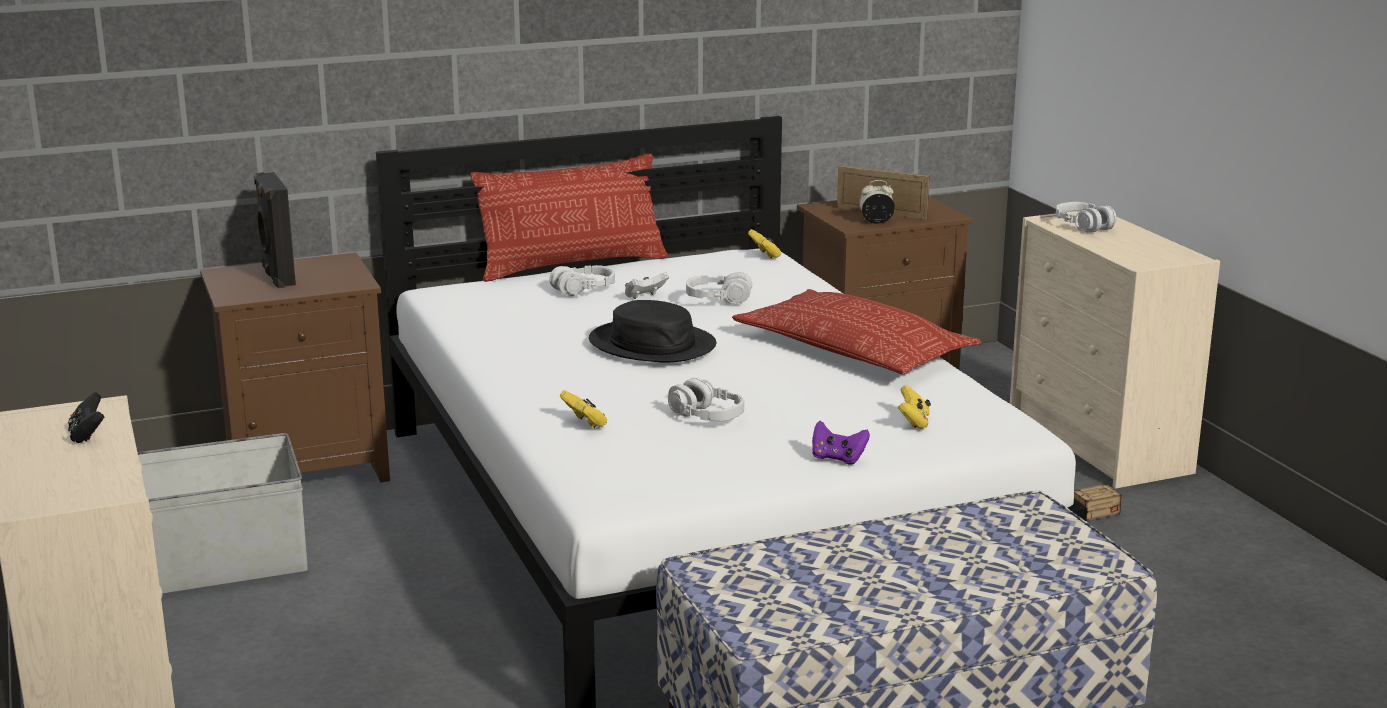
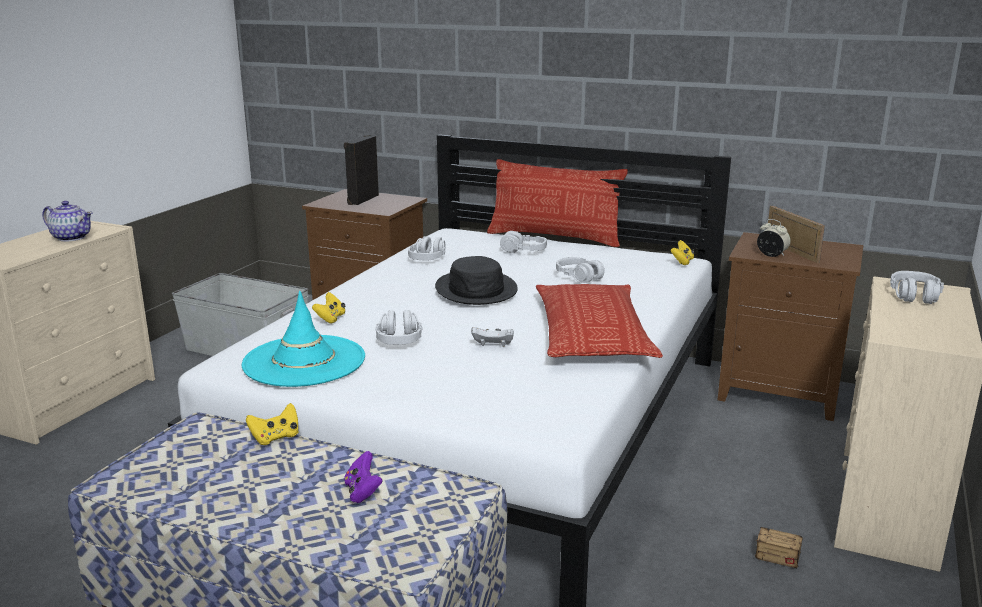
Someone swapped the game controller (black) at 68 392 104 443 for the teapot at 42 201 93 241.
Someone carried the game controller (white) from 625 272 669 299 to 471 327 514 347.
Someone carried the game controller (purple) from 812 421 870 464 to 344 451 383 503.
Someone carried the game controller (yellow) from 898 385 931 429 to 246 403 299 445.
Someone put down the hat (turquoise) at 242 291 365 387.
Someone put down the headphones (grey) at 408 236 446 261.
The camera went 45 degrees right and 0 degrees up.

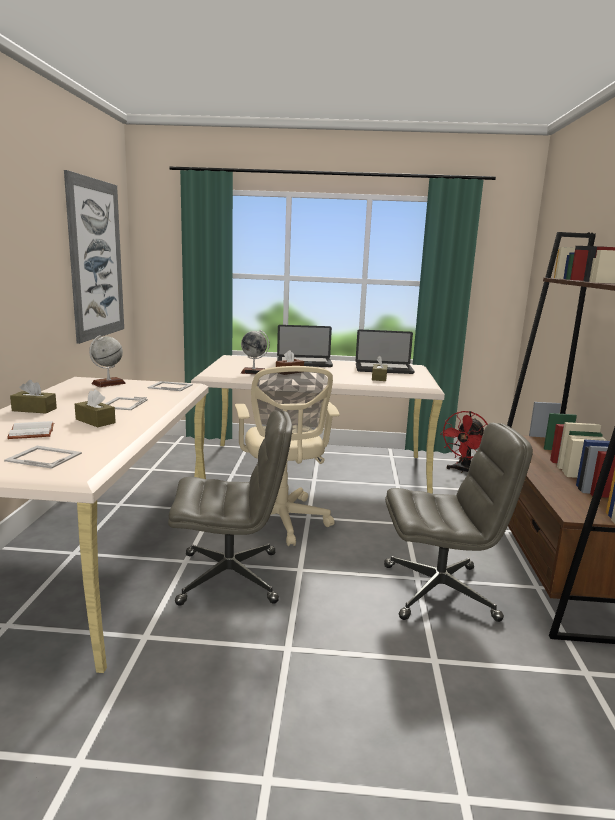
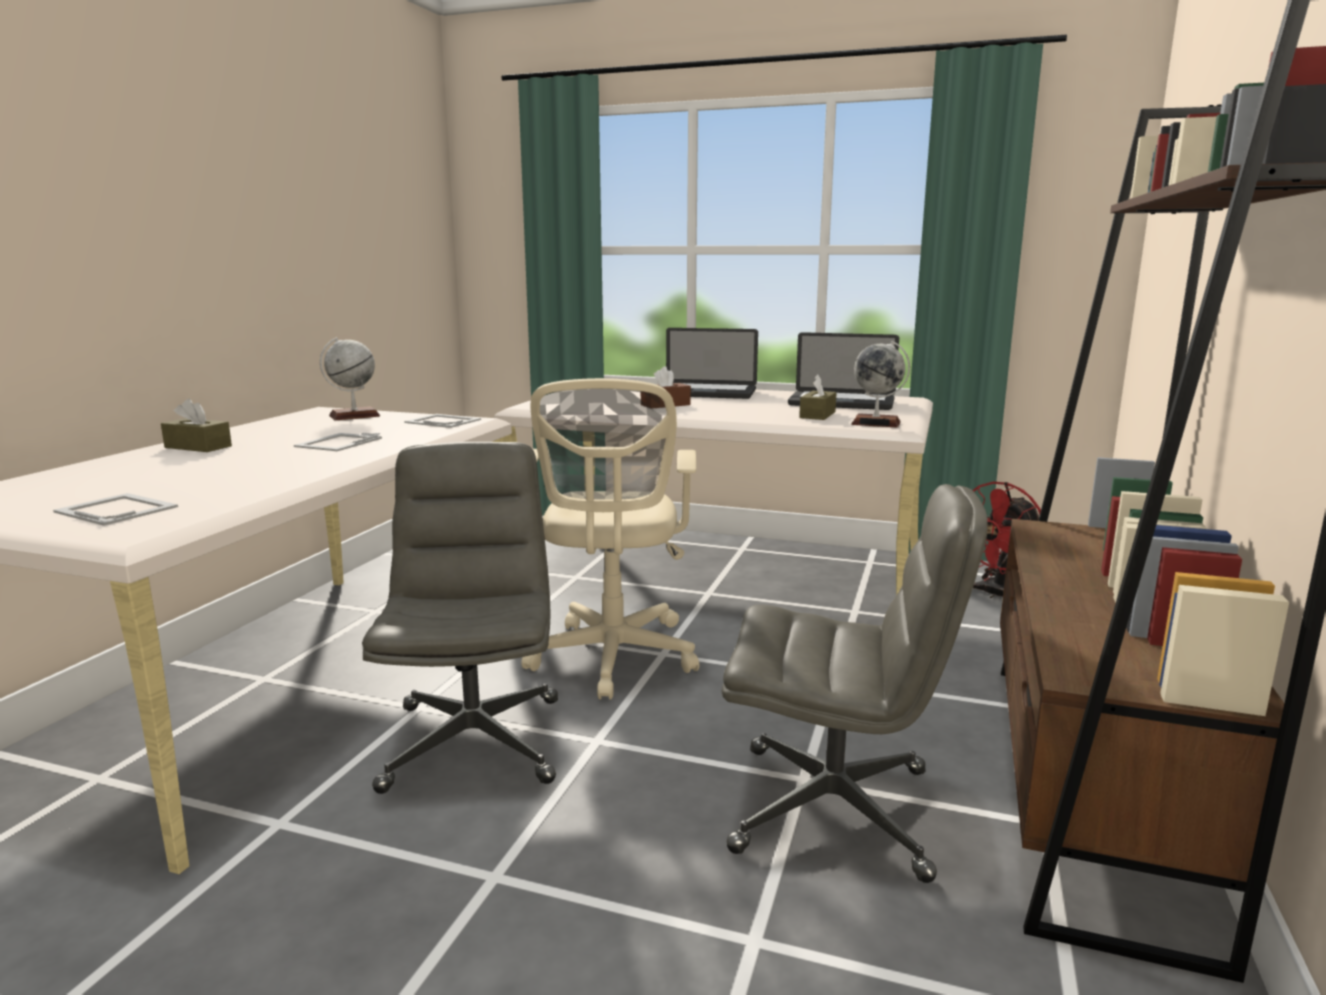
Someone took away the book (white) at 7 421 54 439.
Someone took away the picture at 64 170 124 344.
Someone took away the tissue box (brown) at 75 389 116 427.
Someone rotated the office chair (grey) at 168 410 292 606 by 105 degrees counterclockwise.
Someone carried the globe from 241 330 270 374 to 851 341 910 428.
The camera went 15 degrees right and 0 degrees up.

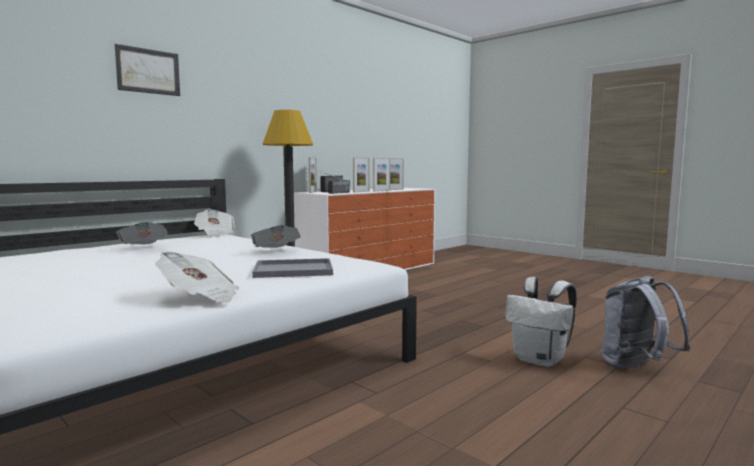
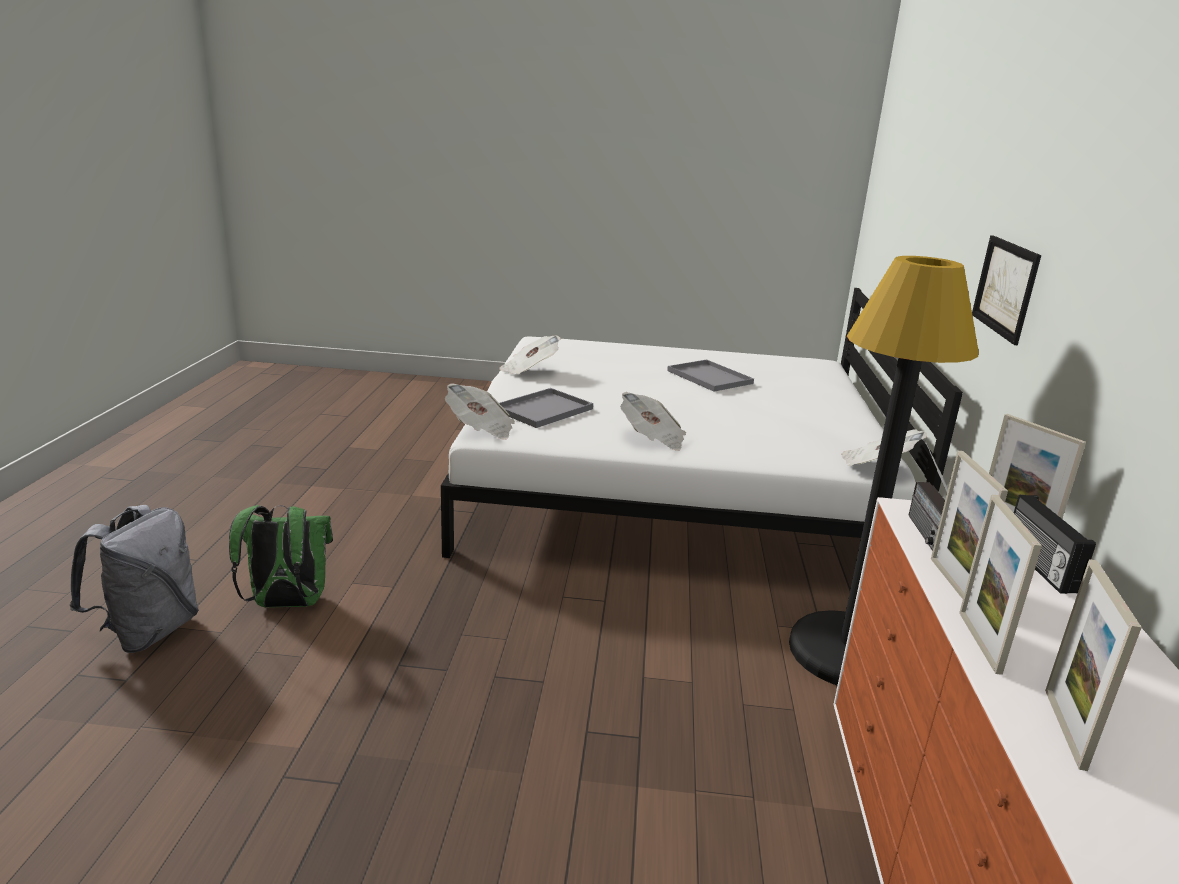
Someone carried the picture from 115 44 180 96 to 972 235 1041 345.
Someone carried the newspaper from 116 222 168 244 to 445 383 515 440.
Someone repainted the backpack (white) at 505 277 577 367, which became the backpack (green) at 229 505 333 608.
Someone put down the tray (grey) at 667 359 754 392.
The camera went 140 degrees right and 15 degrees up.

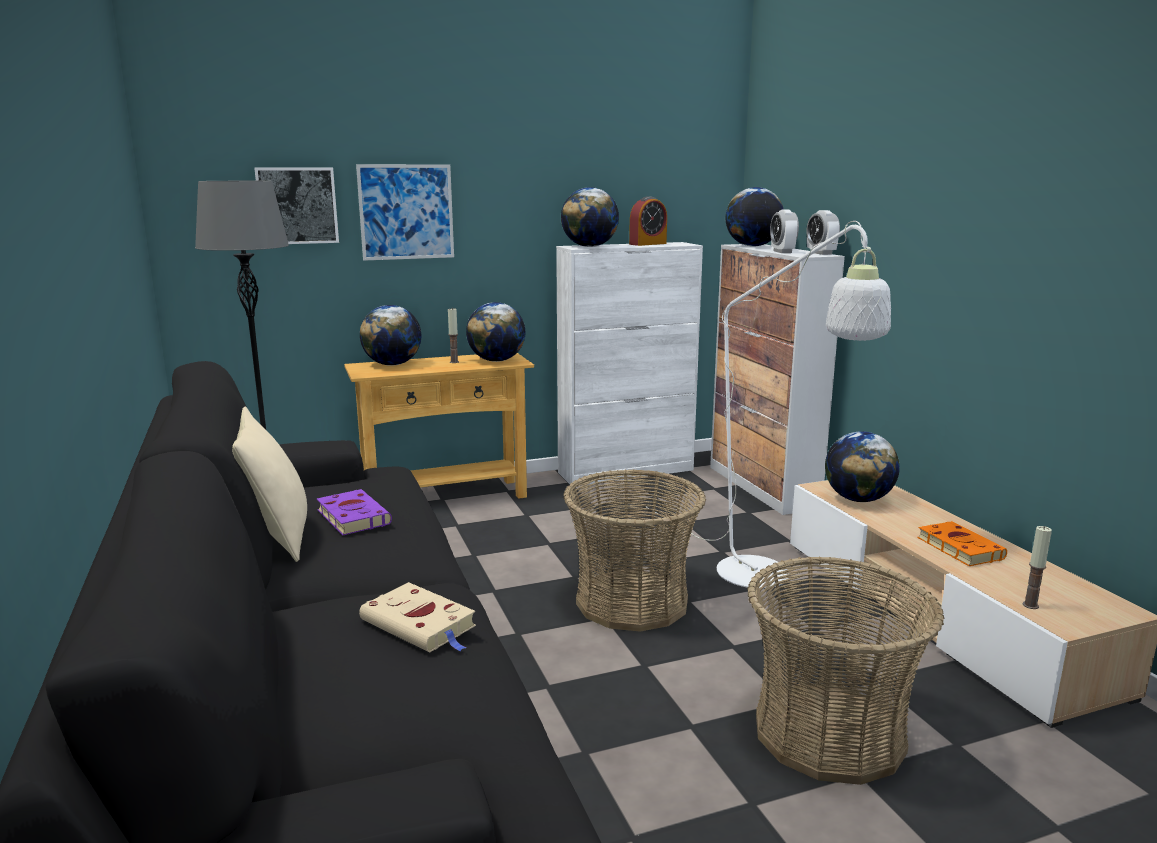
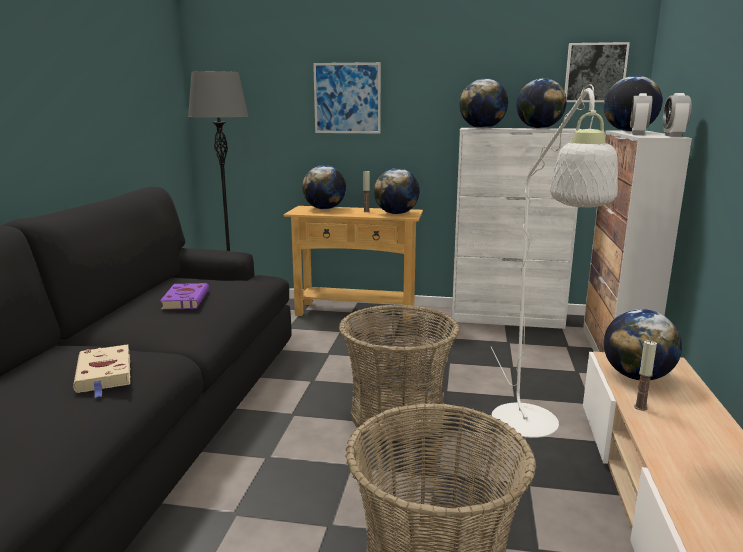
Someone took away the pillow (beige) at 232 406 307 562.
Someone carried the picture from 254 167 339 244 to 564 42 630 102.
Someone swapped the alarm clock at 629 196 667 246 for the globe at 517 78 567 129.
Someone took away the book (orange) at 917 521 1007 566.
Someone carried the candle from 1023 526 1052 609 to 634 340 657 411.
The camera went 30 degrees right and 0 degrees up.

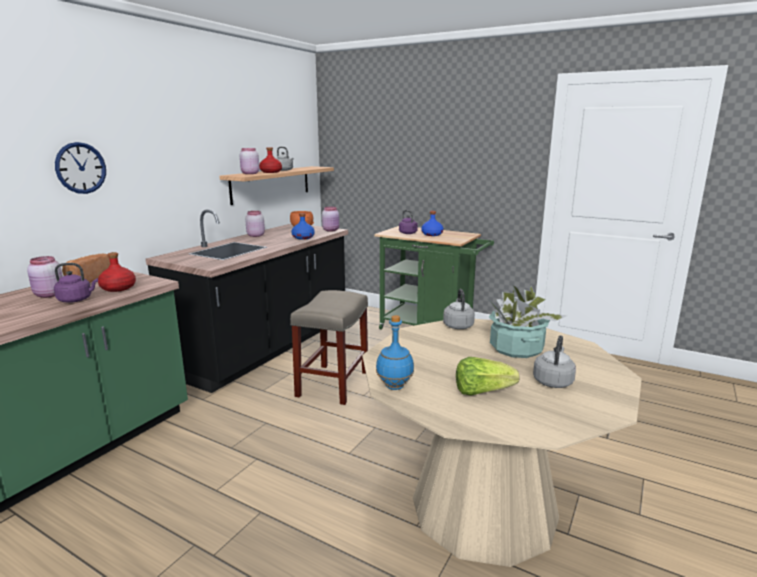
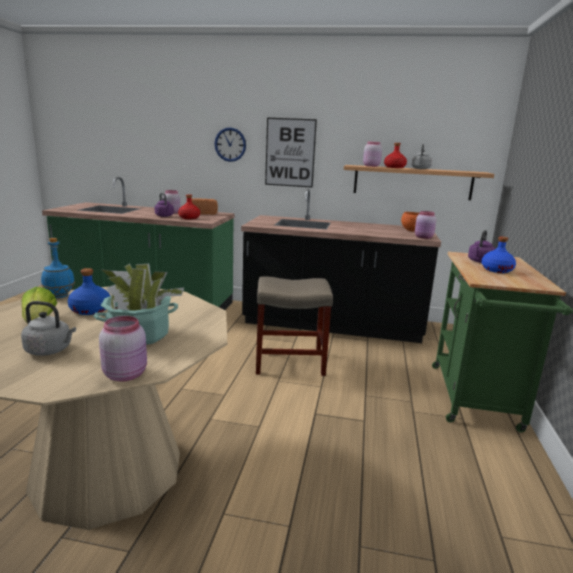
Someone carried the jar (pink) from 245 211 265 237 to 99 316 147 382.
Someone carried the bottle (blue) from 291 213 315 240 to 68 268 110 315.
Someone took away the kettle (grey) at 443 289 475 329.
Someone put up the picture at 265 118 317 188.
The camera went 70 degrees right and 0 degrees up.

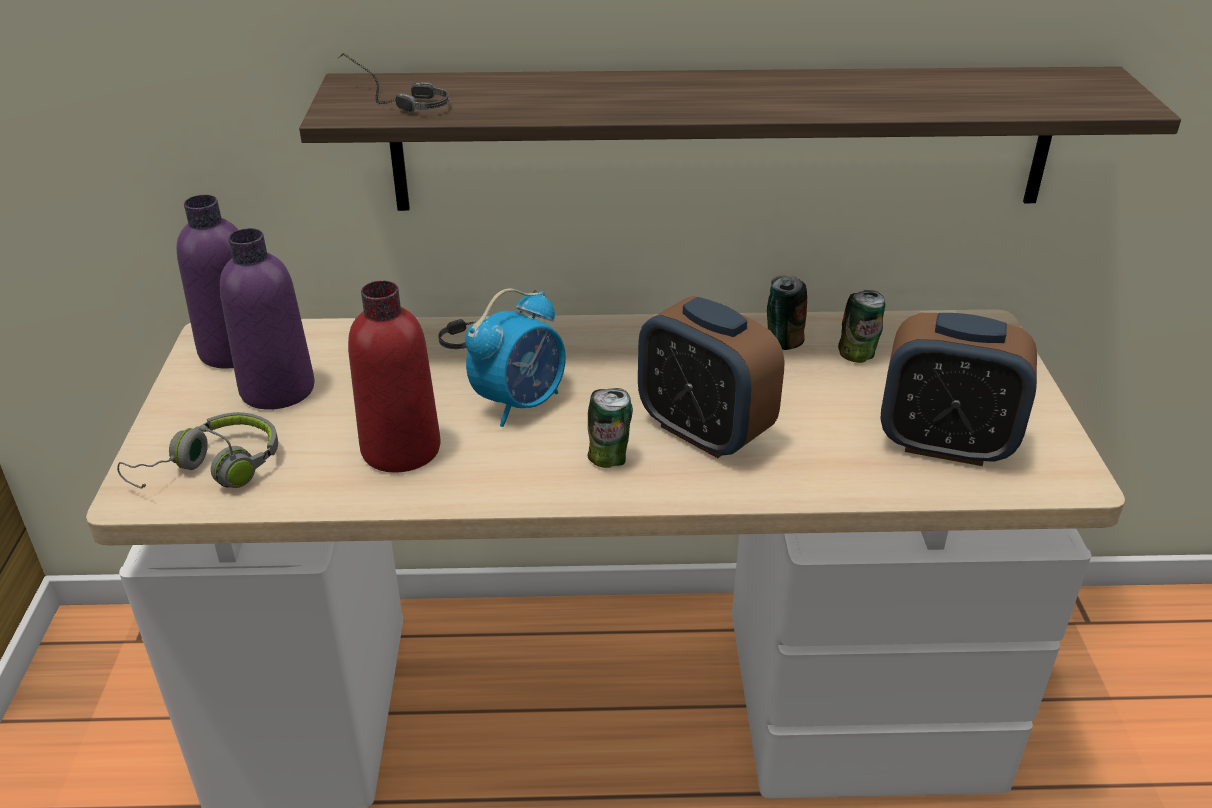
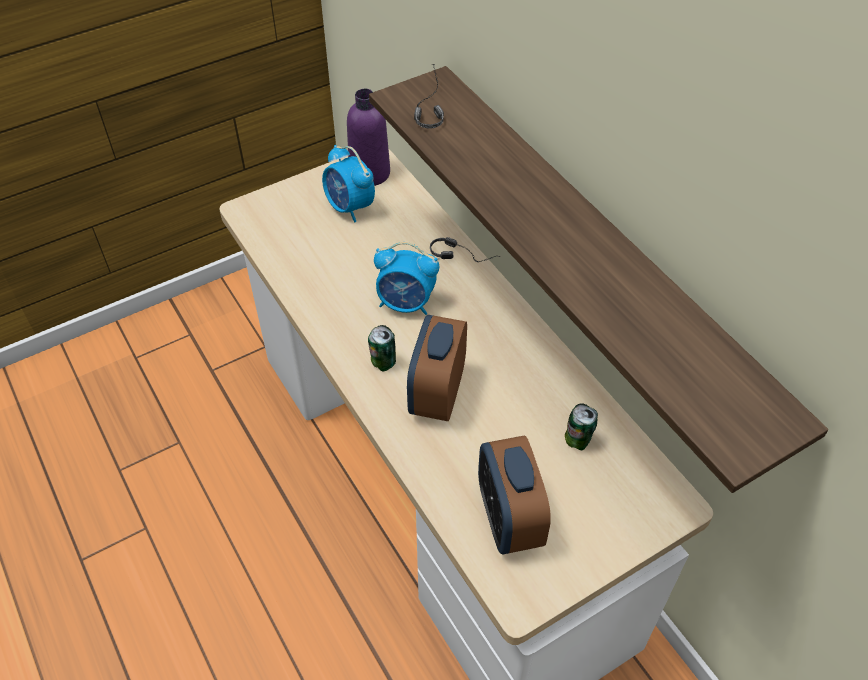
Someone took away the headphones (grey) at 117 412 278 489.
Someone swapped the bottle (purple) at 220 228 315 410 for the alarm clock at 322 145 375 222.
Someone took away the bottle (red) at 348 281 441 473.
Someone took away the can at 767 276 807 350.
The camera went 60 degrees right and 15 degrees up.

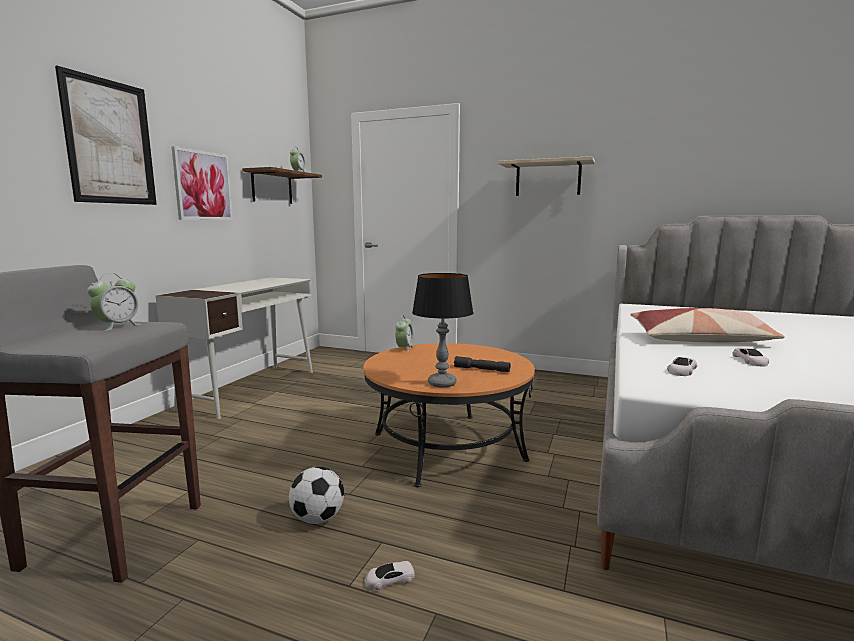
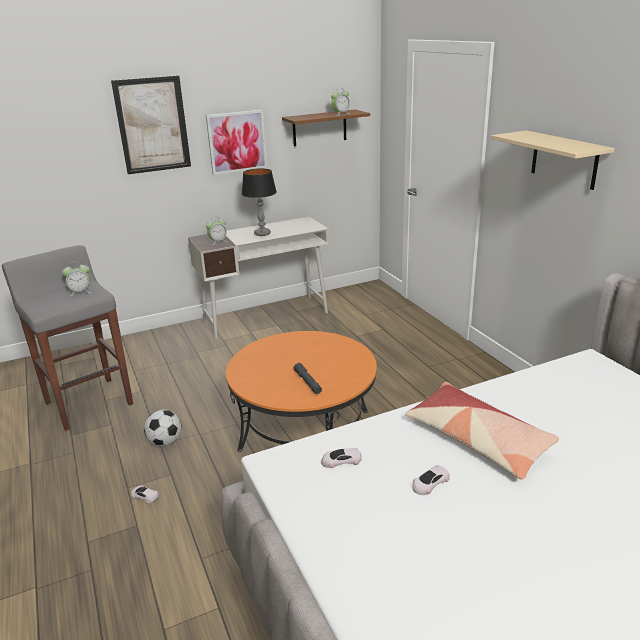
Someone carried the alarm clock from 395 315 413 353 to 206 219 228 245.
Someone carried the table lamp from 412 273 473 388 to 242 168 277 236.
The camera went 45 degrees right and 15 degrees up.

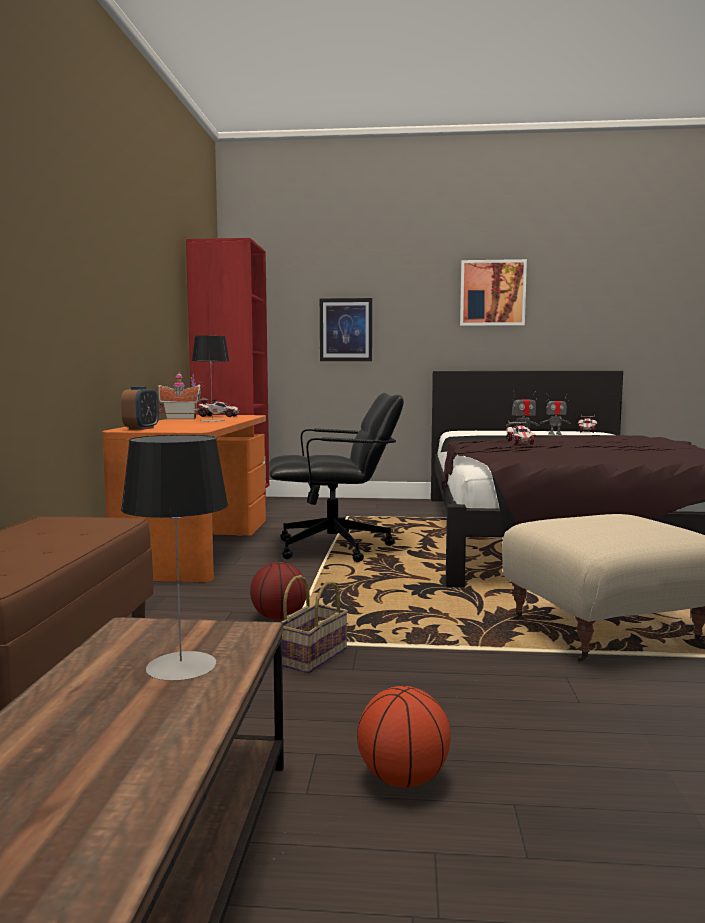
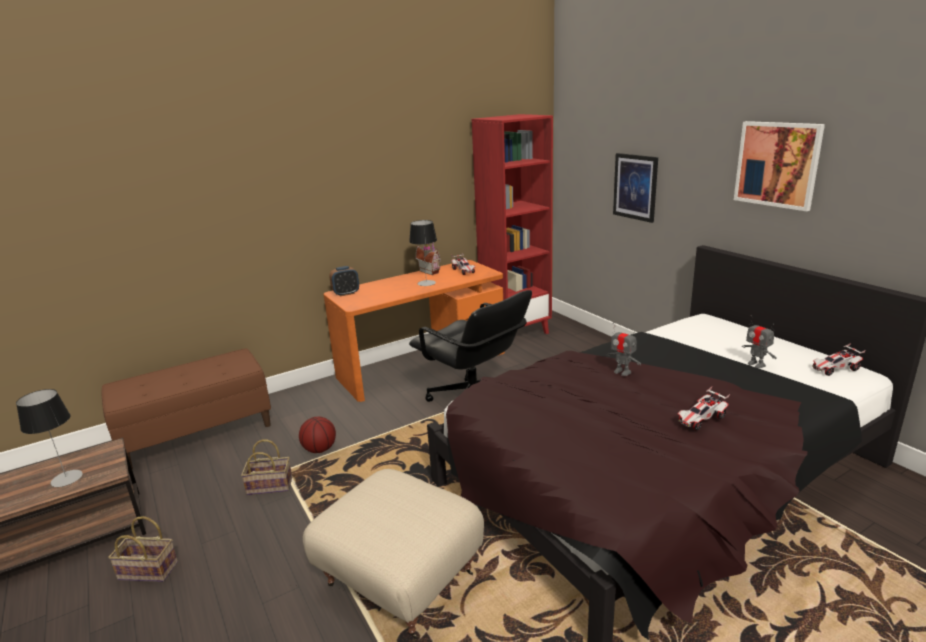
Someone swapped the basketball at 357 686 451 787 for the basket at 108 516 178 582.
Someone carried the toy car from 506 420 536 445 to 677 387 730 431.
The camera went 55 degrees right and 15 degrees up.

